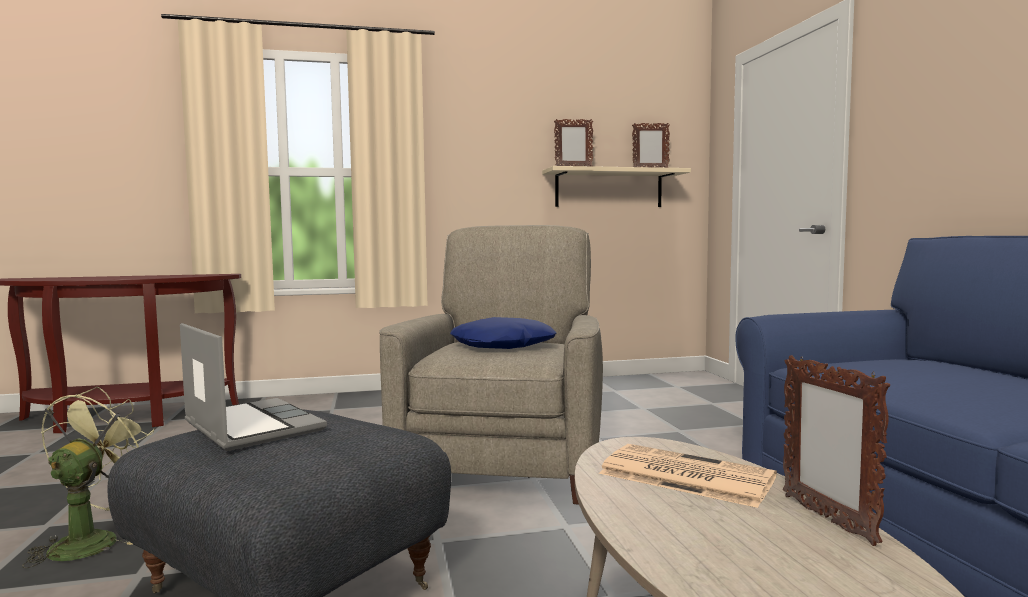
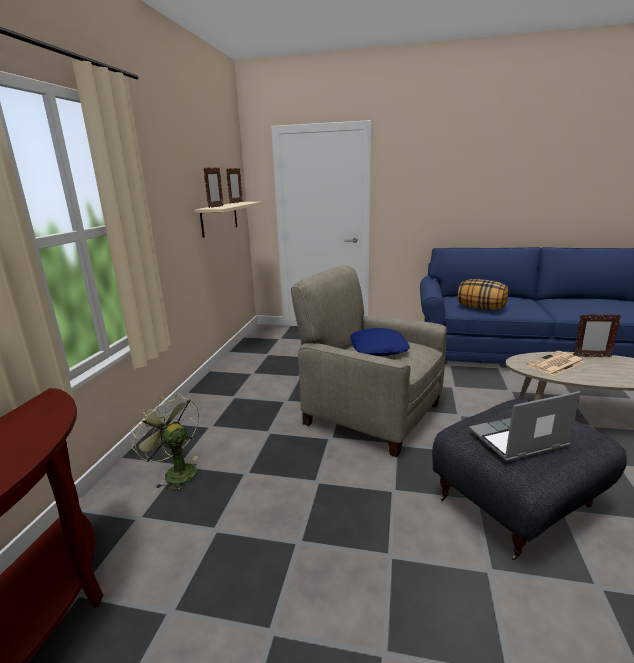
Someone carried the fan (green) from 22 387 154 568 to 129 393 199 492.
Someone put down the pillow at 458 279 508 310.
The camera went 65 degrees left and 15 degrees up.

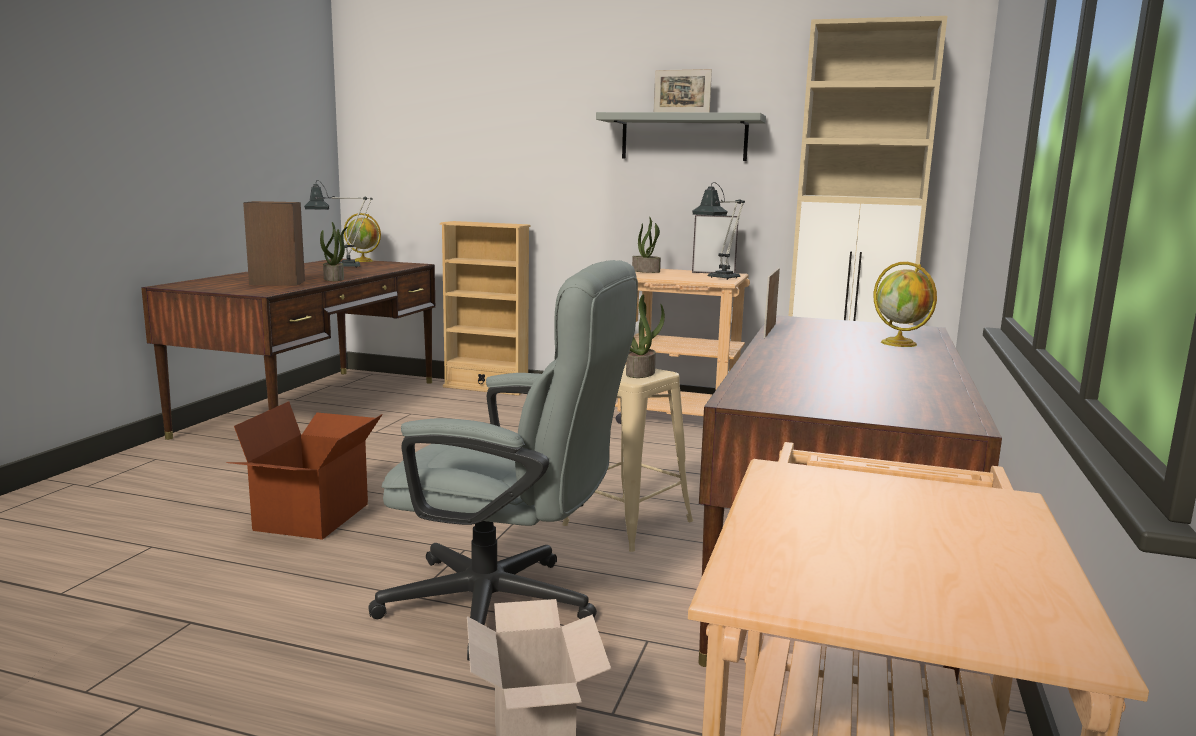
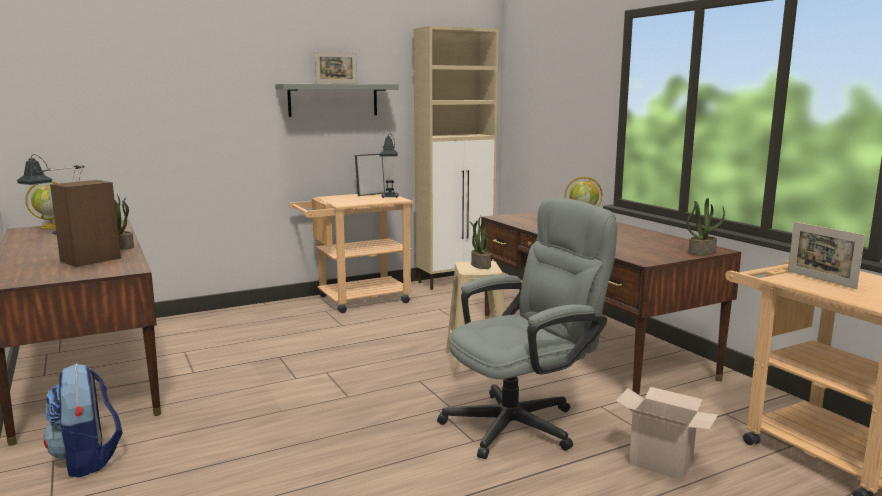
Someone took away the cardboard box at 226 401 383 540.
Someone took away the bookcase (beige) at 440 221 531 396.
Someone carried the potted plant from 632 217 661 273 to 687 198 725 255.
Someone carried the picture frame from 764 268 780 338 to 788 222 865 289.
Someone put down the backpack at 43 363 123 478.
The camera went 45 degrees left and 0 degrees up.

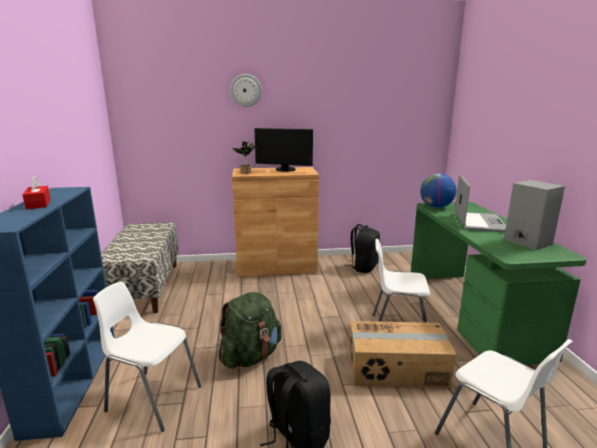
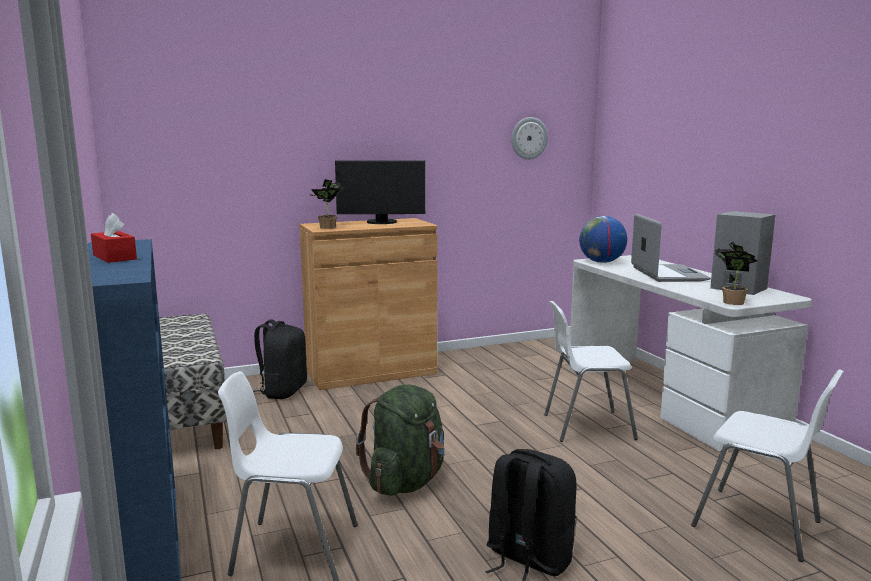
Someone carried the wall clock from 230 74 262 107 to 511 117 548 160.
Someone carried the backpack (black) from 345 224 380 273 to 253 320 307 399.
Someone took away the cardboard box at 350 321 456 388.
Someone repainted the desk (green) at 411 202 587 365, which became the desk (white) at 569 255 812 451.
Someone put down the potted plant at 715 242 757 305.
The camera went 15 degrees left and 5 degrees down.

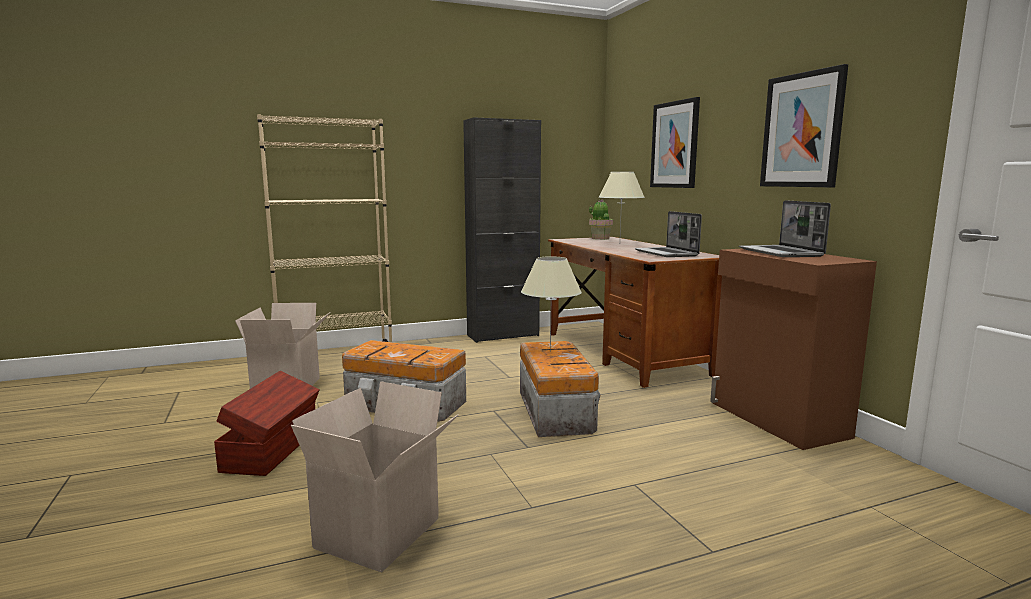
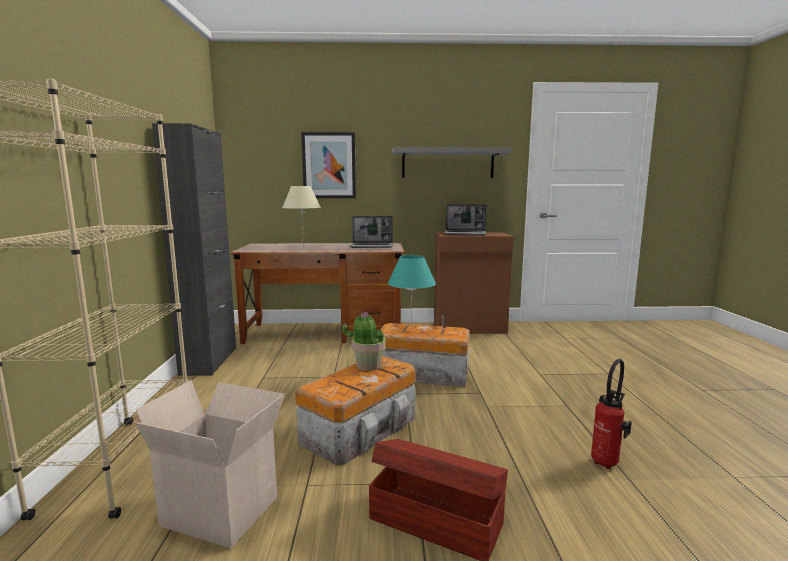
Someone swapped the cardboard box at 291 381 459 573 for the fire extinguisher at 591 359 632 469.
Someone repainted the table lamp (beige) at 521 256 582 352, which became the table lamp (turquoise) at 388 255 436 331.
Someone carried the potted plant from 589 199 613 240 to 342 312 386 371.
Someone swapped the picture at 760 64 848 187 for the shelf (grey) at 392 147 512 178.
The camera went 70 degrees left and 0 degrees up.

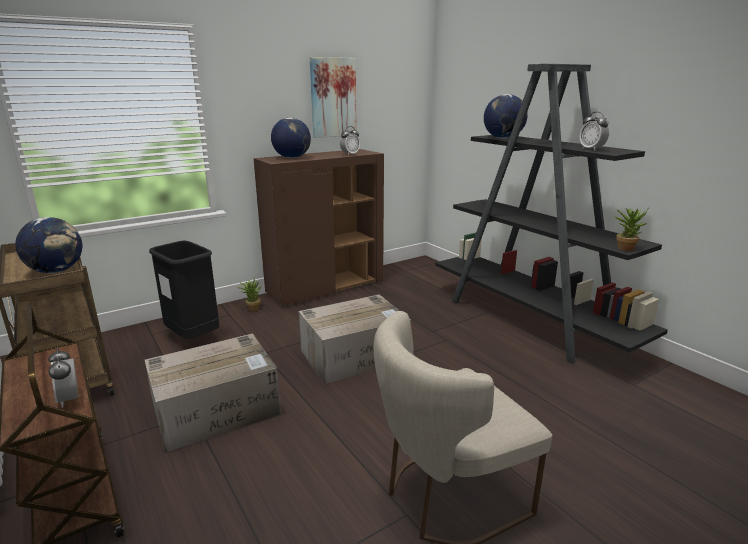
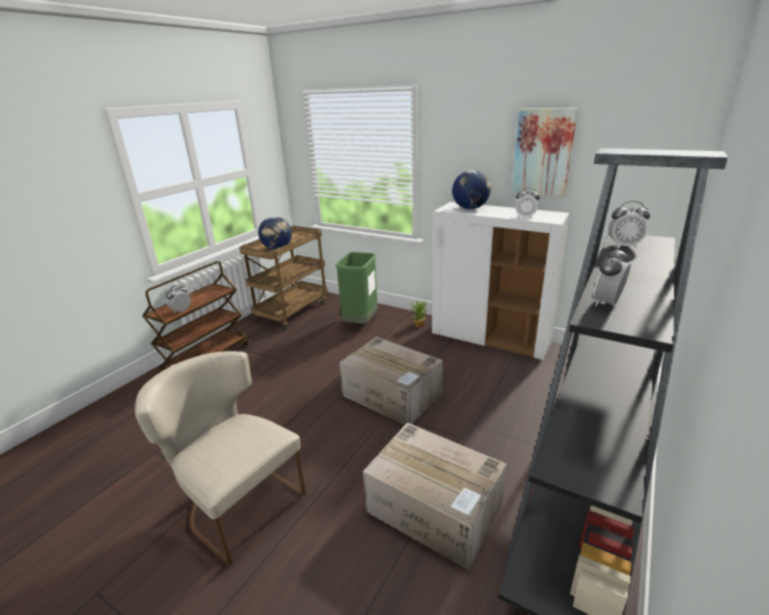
Someone carried the cardboard box from 145 334 281 453 to 363 422 507 570.
Someone repainted the trash can (black) at 149 240 220 339, which became the trash can (green) at 336 252 378 324.
Someone repainted the cabinet (brown) at 254 149 384 307, which became the cabinet (white) at 432 202 569 360.
Someone swapped the globe at 484 94 528 139 for the alarm clock at 608 201 650 248.
Someone took away the potted plant at 614 208 649 251.
The camera went 65 degrees right and 5 degrees up.

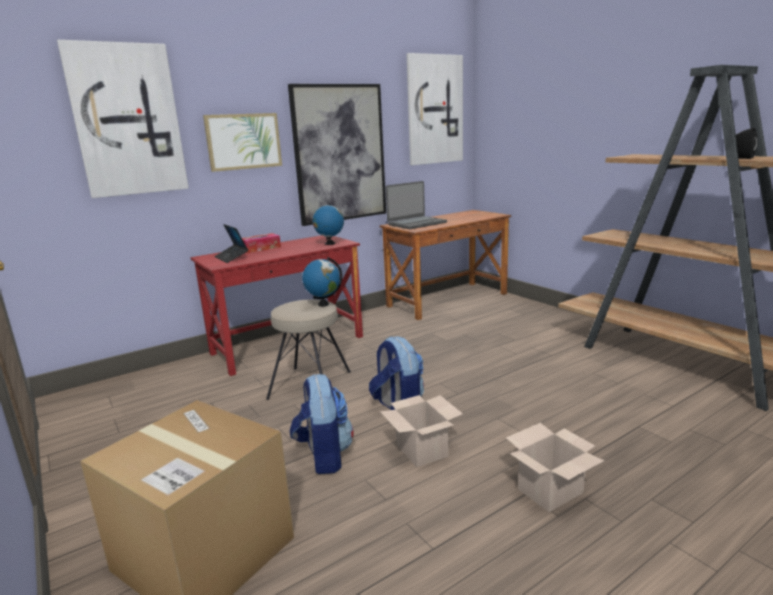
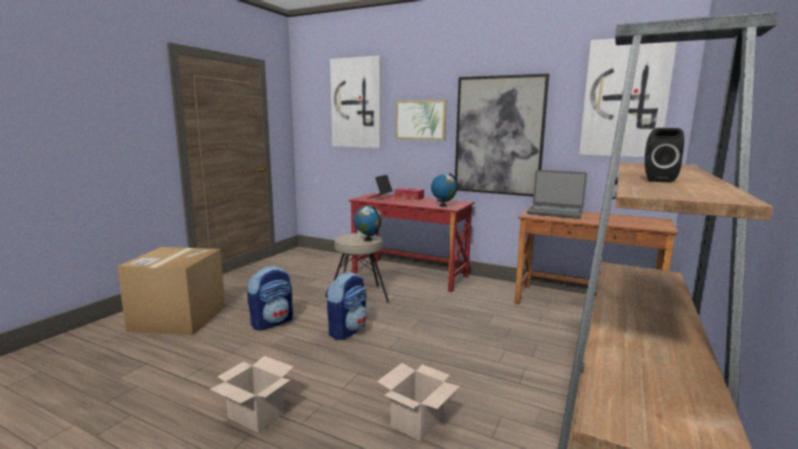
Someone carried the cardboard box from 380 395 463 467 to 377 363 460 442.
The camera went 60 degrees right and 5 degrees down.

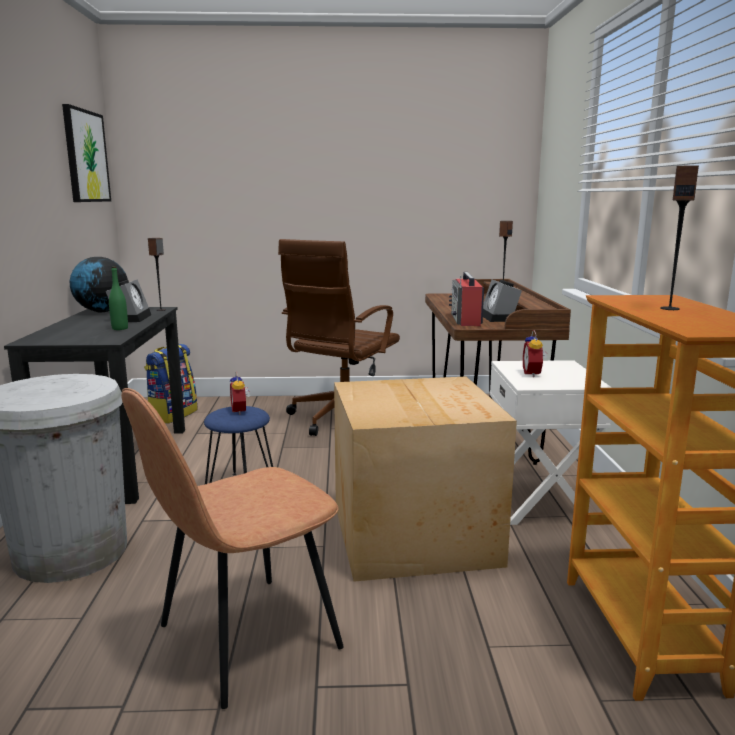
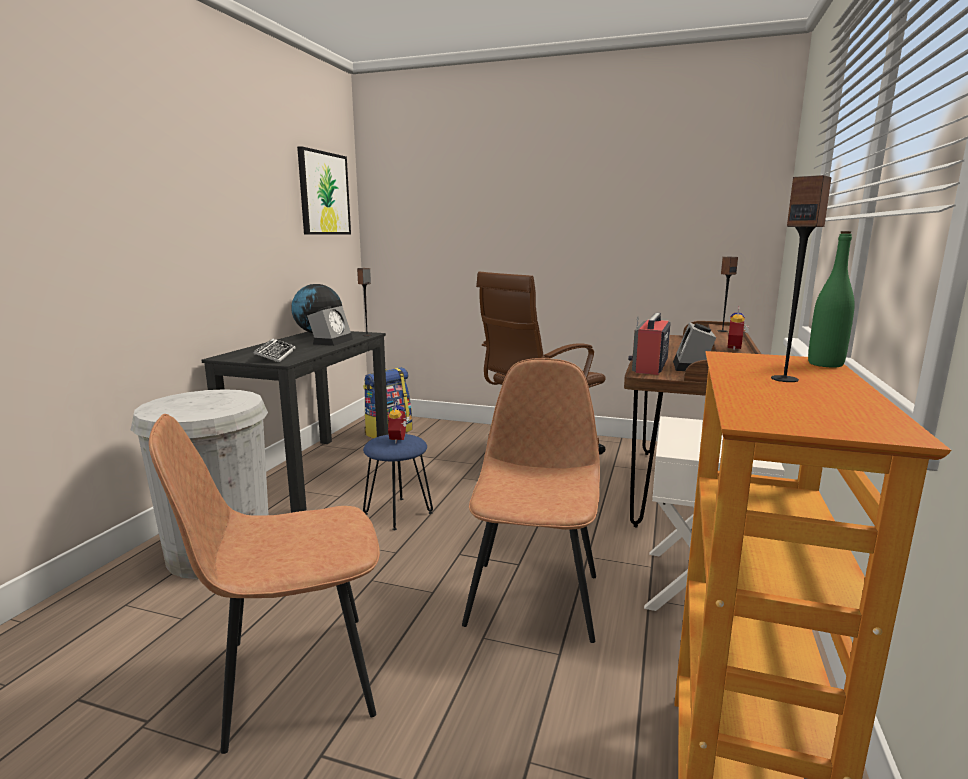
Someone carried the bottle (green) from 109 266 128 330 to 808 231 855 368.
Someone swapped the cardboard box at 334 376 517 582 for the chair (brown) at 462 358 600 643.
Someone carried the alarm clock from 523 330 547 377 to 727 306 749 350.
Someone put down the keyboard at 253 339 296 363.
The camera went 20 degrees right and 0 degrees up.

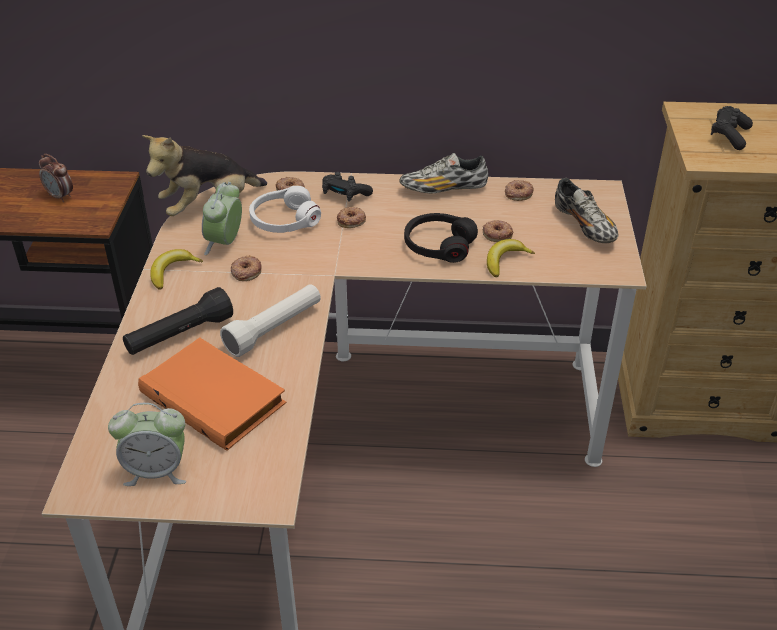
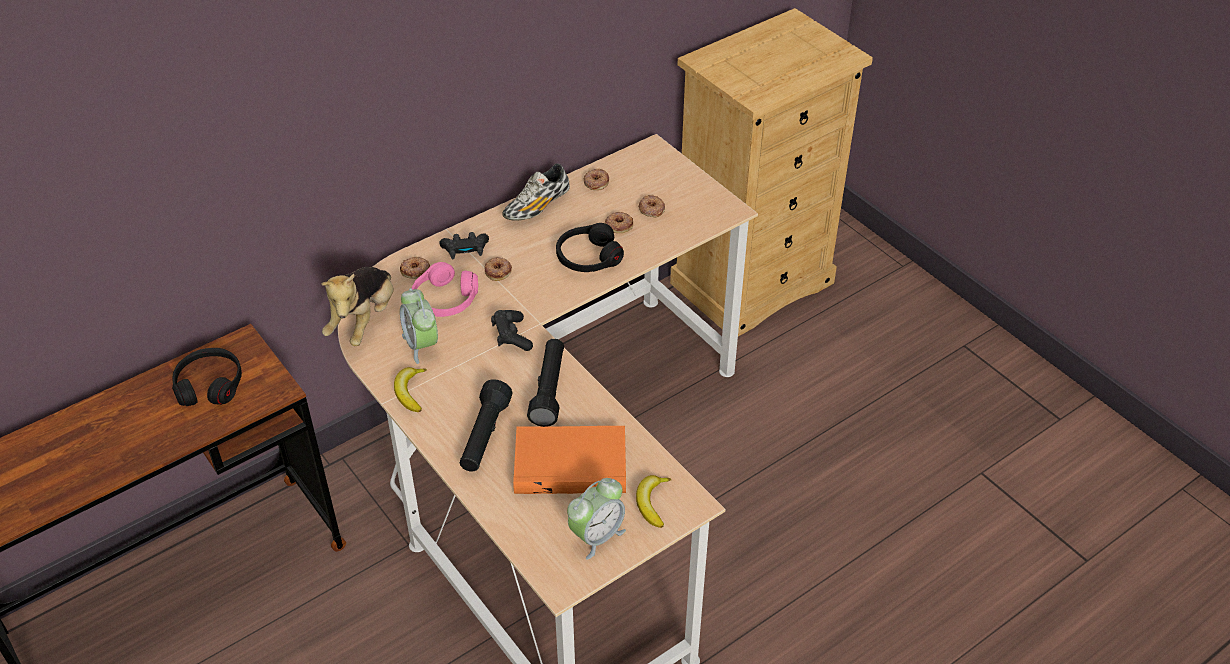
Someone swapped the alarm clock at 39 154 73 202 for the headphones (black) at 172 348 242 406.
Someone repainted the flashlight (white) at 220 284 321 357, which became the flashlight (black) at 527 339 564 427.
Someone carried the donut from 231 255 262 281 to 638 195 665 217.
Someone repainted the headphones (white) at 249 186 321 233, which became the headphones (pink) at 412 262 478 317.
Someone carried the banana from 487 239 535 277 to 636 475 671 528.
Someone took away the shoe at 555 178 619 243.
Someone carried the game controller (black) from 710 106 753 150 to 491 310 533 351.
The camera went 40 degrees left and 5 degrees up.

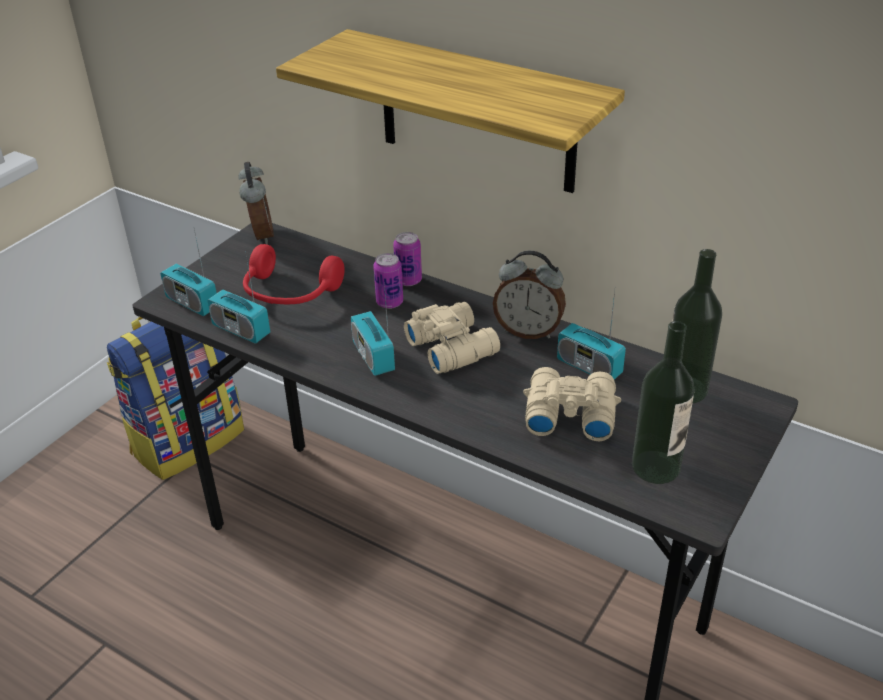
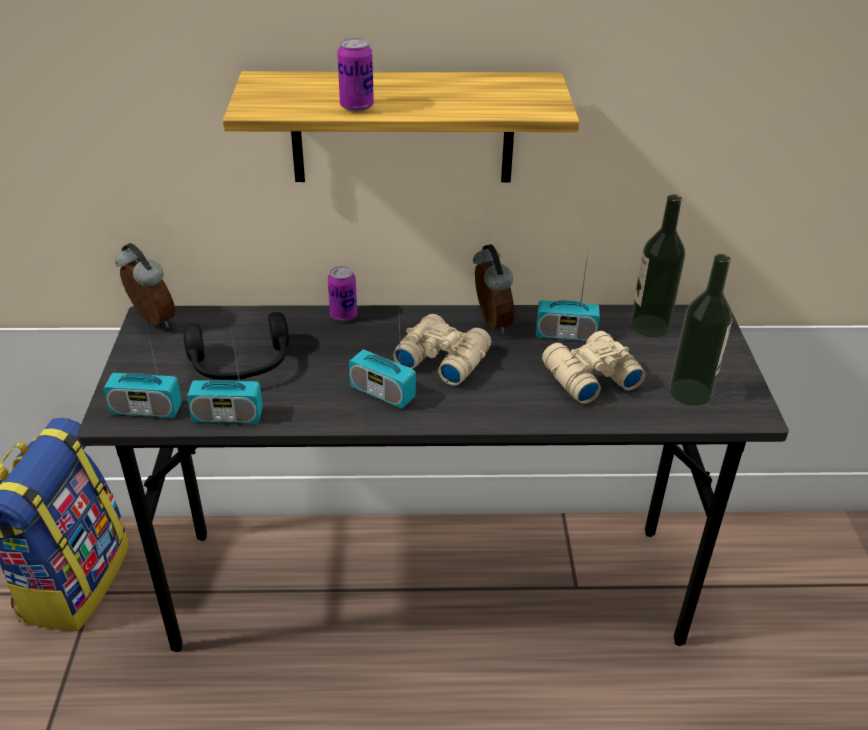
Someone repainted the headphones (red) at 243 244 345 304, which became the headphones (black) at 183 312 289 380.
Someone carried the can from 373 253 403 309 to 337 38 374 112.
Someone rotated the alarm clock at 493 251 566 339 by 90 degrees counterclockwise.
The camera went 35 degrees left and 0 degrees up.

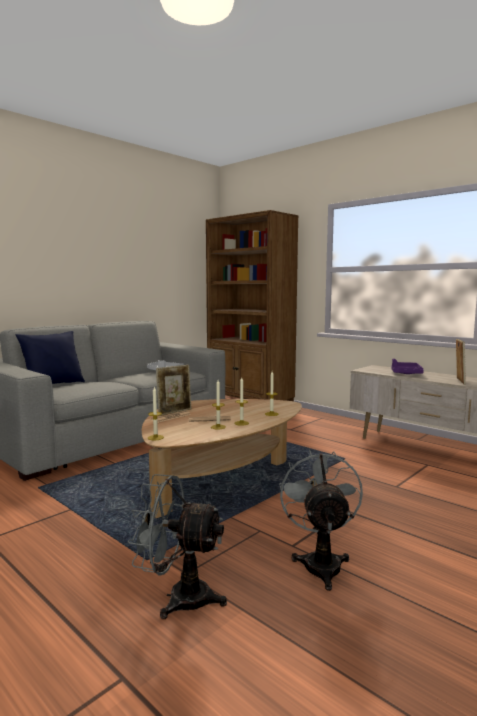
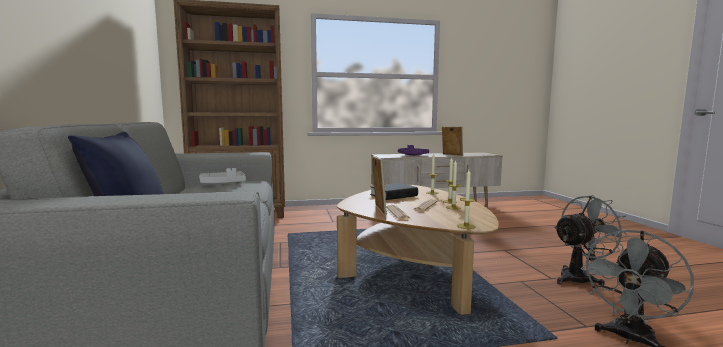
Someone rotated the fan (grey) at 279 450 363 591 by 120 degrees clockwise.
Someone put down the book (black) at 370 183 418 200.
The camera went 55 degrees left and 0 degrees up.

